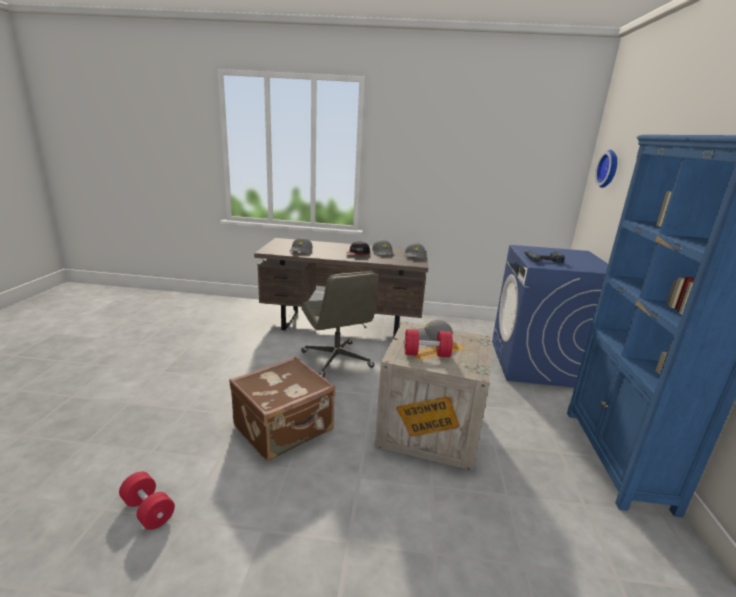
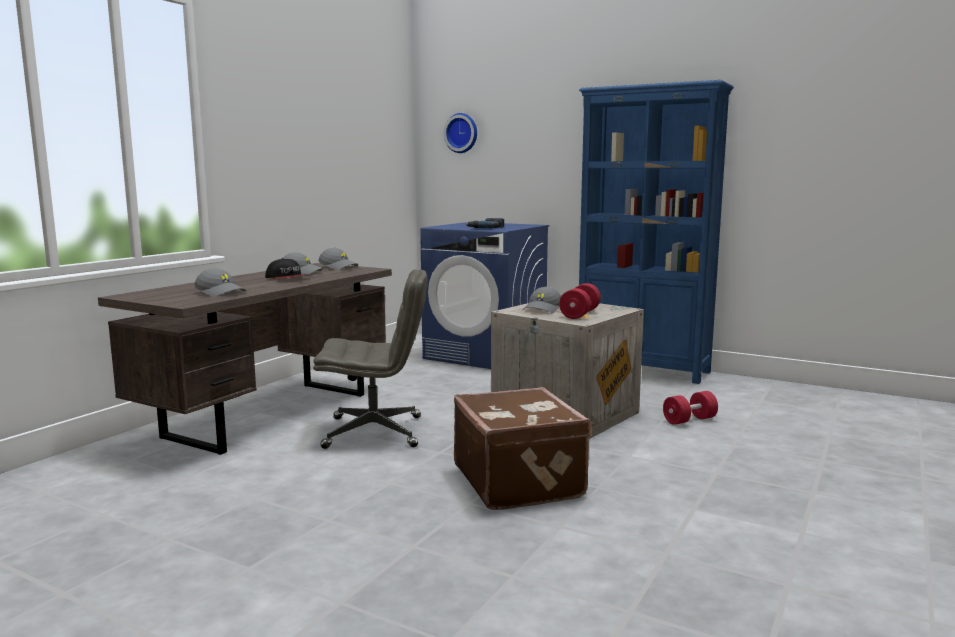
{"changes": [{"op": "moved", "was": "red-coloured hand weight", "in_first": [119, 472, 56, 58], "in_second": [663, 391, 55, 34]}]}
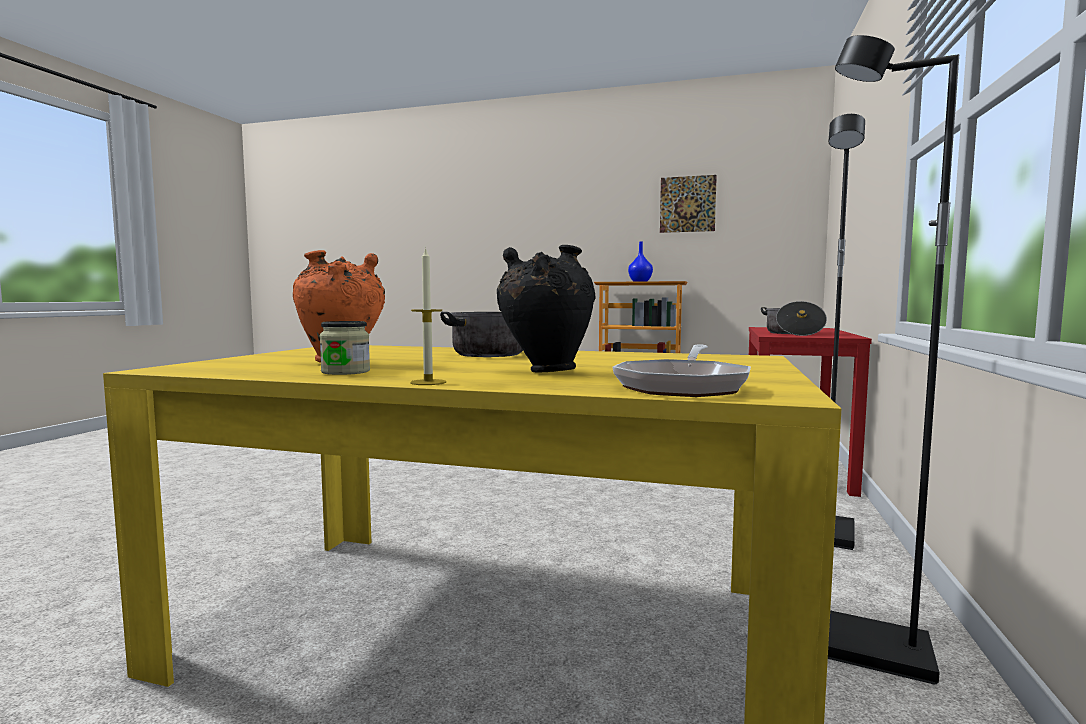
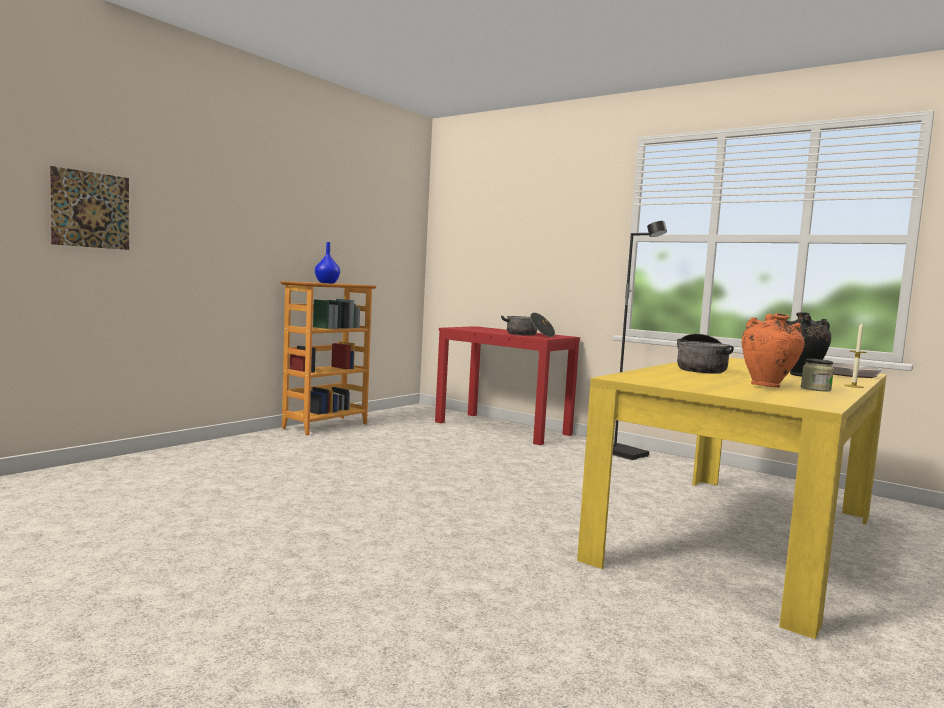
{"changes": [{"op": "removed", "was": "blackish standing lamp", "in_first": [828, 35, 131, 650]}, {"op": "moved", "was": "picture", "in_first": [660, 175, 57, 58], "in_second": [50, 166, 79, 84]}]}
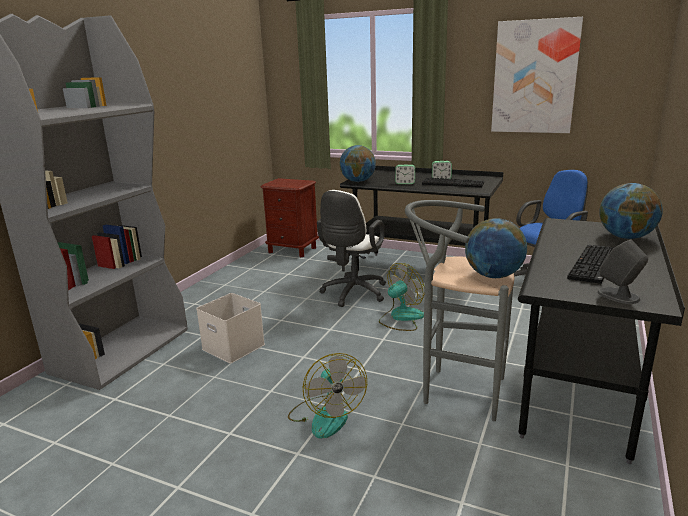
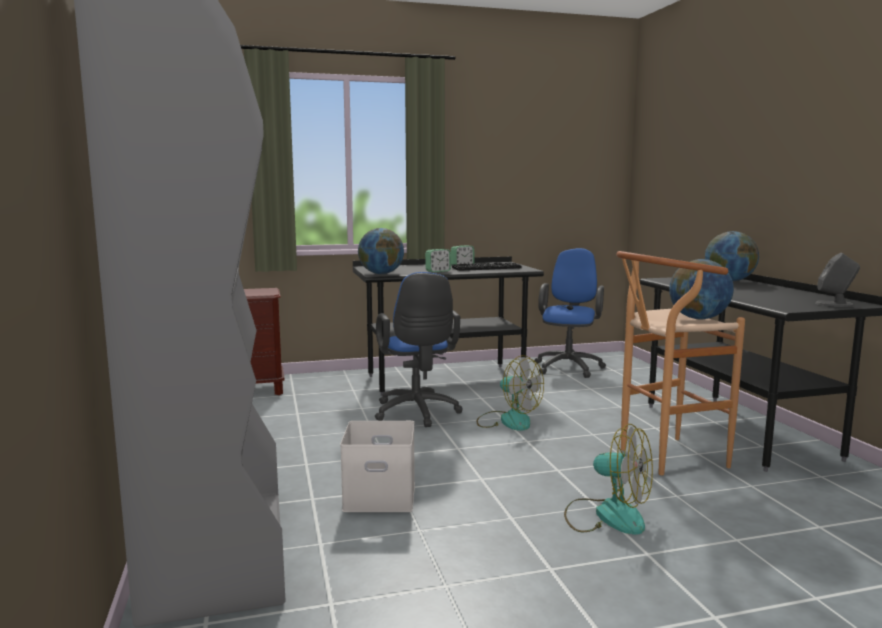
{"changes": [{"op": "removed", "was": "picture", "in_first": [491, 17, 92, 116]}, {"op": "recoloured", "was": "white-coloured office chair", "now": "bluish office chair", "in_first": [317, 190, 69, 117], "in_second": [375, 272, 88, 155]}, {"op": "recoloured", "was": "greyish stool seat", "now": "brown stool seat", "in_first": [405, 200, 109, 221], "in_second": [616, 251, 129, 224]}, {"op": "removed", "was": "computer keyboard", "in_first": [567, 245, 48, 39]}, {"op": "turned", "was": "electric fan", "in_first": [379, 263, 46, 68], "in_second": [477, 355, 67, 76], "clockwise": 120}]}
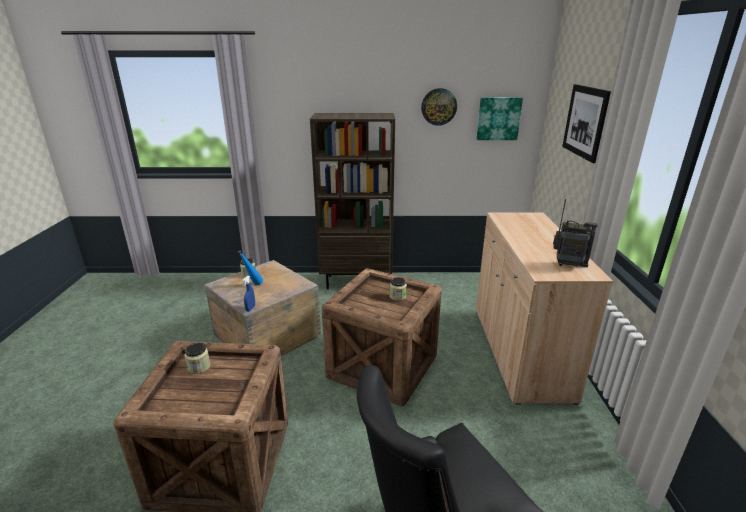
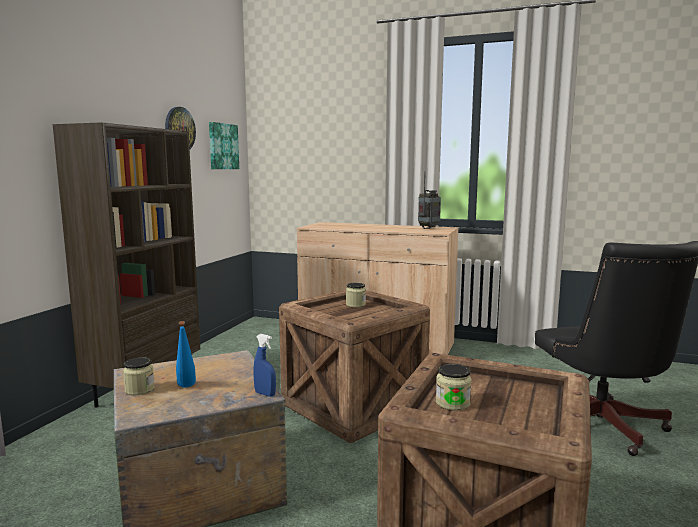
{"changes": [{"op": "removed", "was": "picture", "in_first": [562, 84, 49, 79]}]}
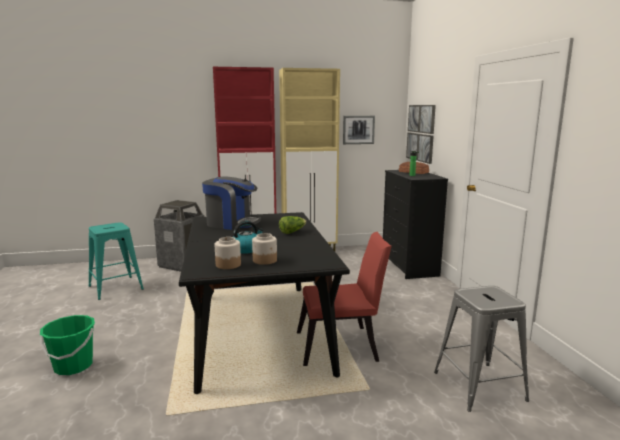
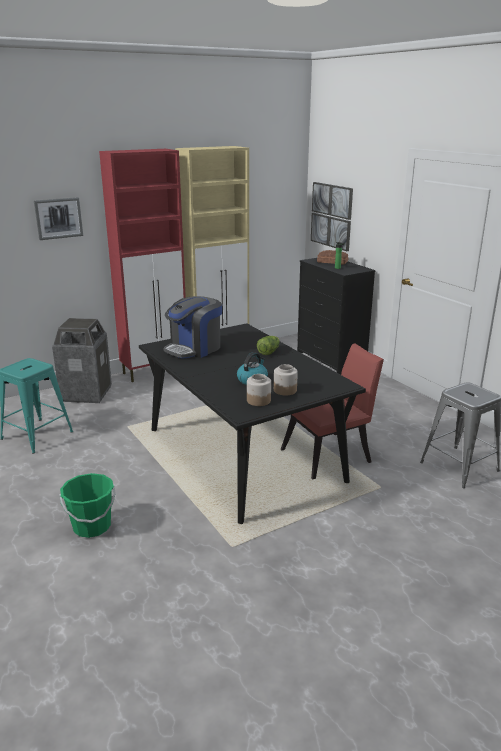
{"changes": [{"op": "moved", "was": "picture", "in_first": [343, 116, 32, 28], "in_second": [34, 197, 49, 43]}, {"op": "turned", "was": "coffee brewer", "in_first": [202, 176, 59, 54], "in_second": [163, 296, 59, 63], "clockwise": 135}]}
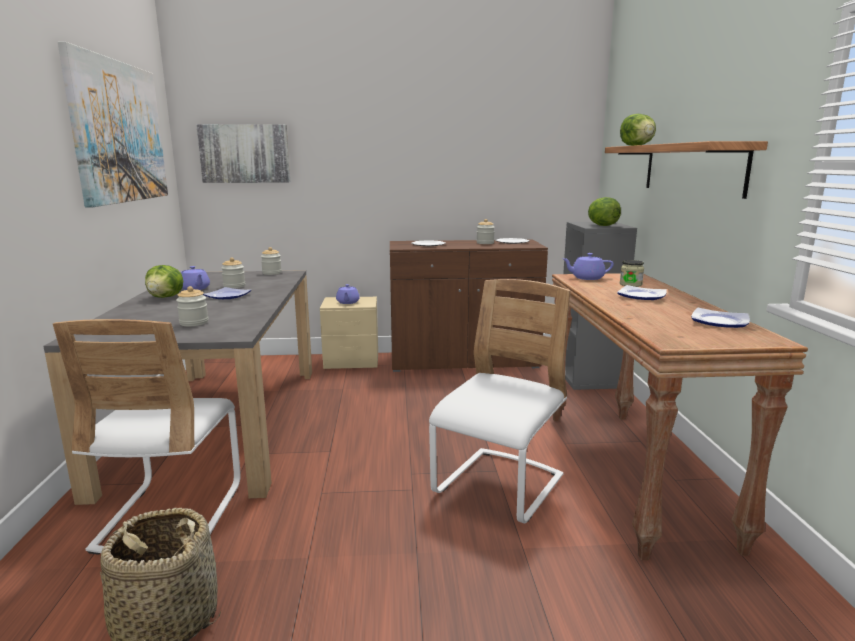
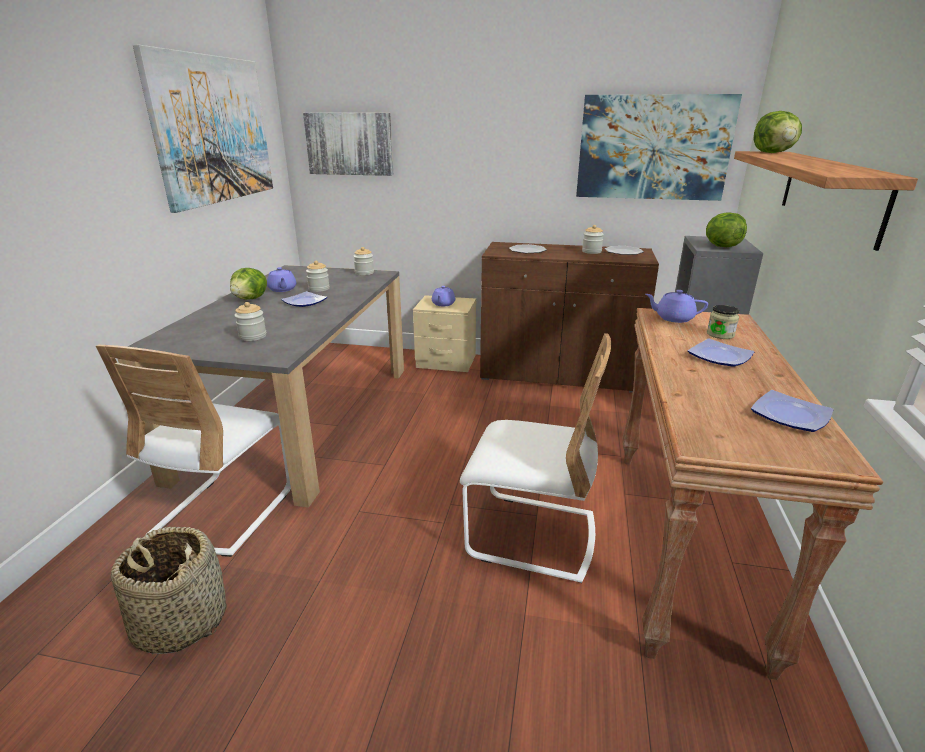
{"changes": [{"op": "turned", "was": "white-coloured chair", "in_first": [429, 279, 141, 245], "in_second": [460, 333, 151, 250], "clockwise": 60}, {"op": "added", "now": "picture", "in_second": [576, 94, 166, 107]}]}
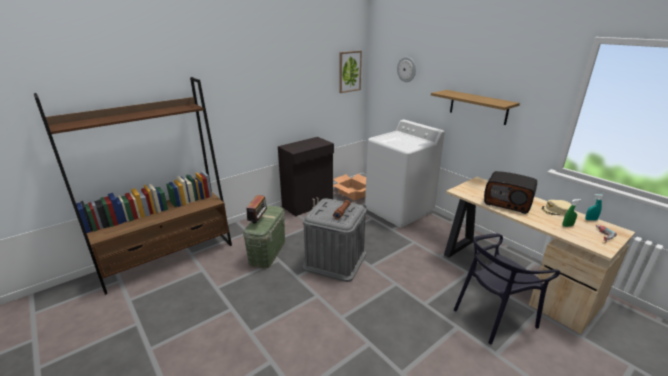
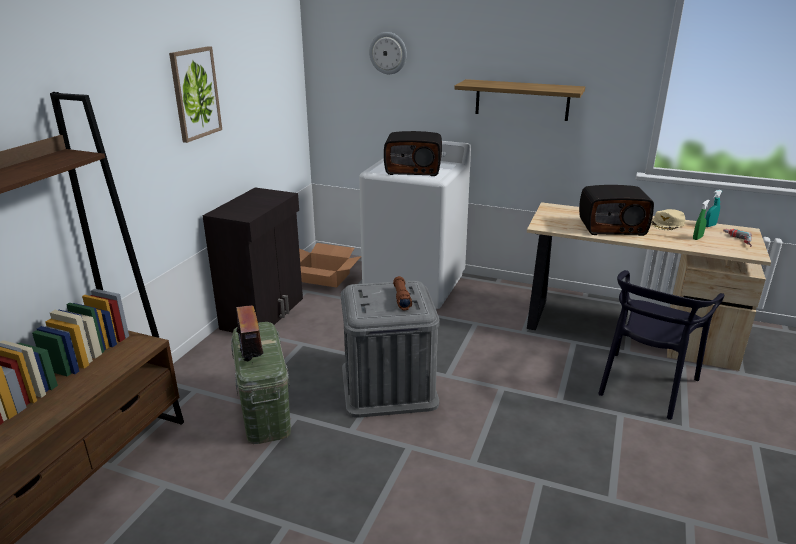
{"changes": [{"op": "moved", "was": "picture", "in_first": [339, 51, 23, 42], "in_second": [169, 46, 53, 97]}, {"op": "added", "now": "radio receiver", "in_second": [384, 131, 58, 45]}]}
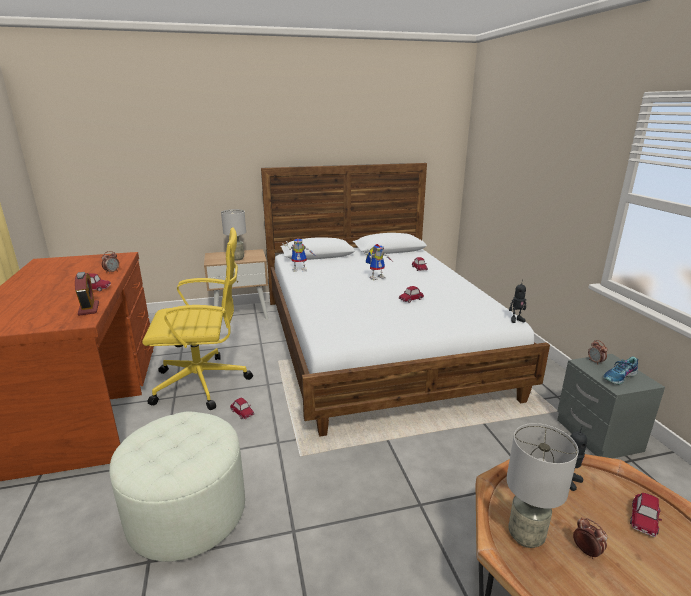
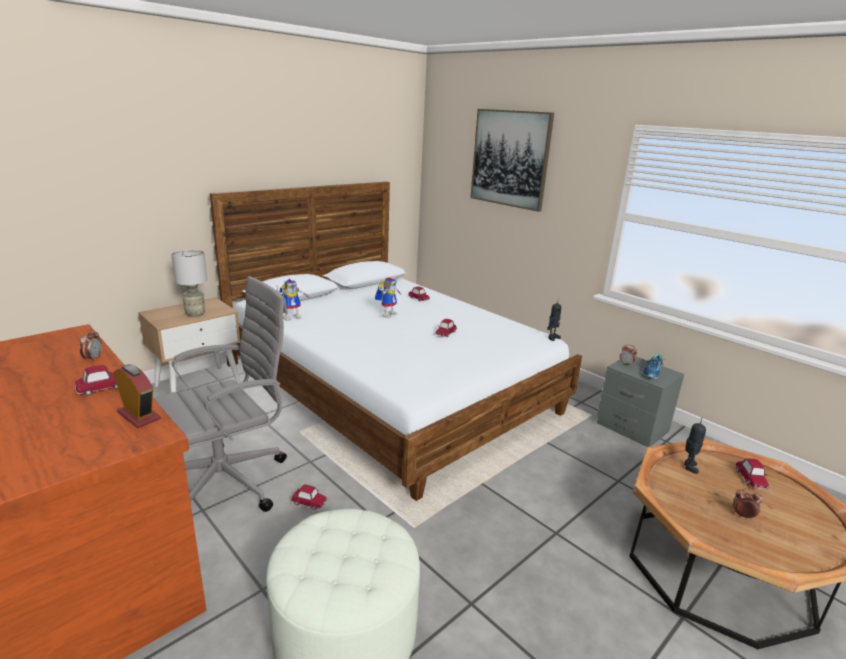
{"changes": [{"op": "recoloured", "was": "yellow office chair", "now": "greyish office chair", "in_first": [142, 228, 111, 182], "in_second": [154, 276, 134, 236]}, {"op": "removed", "was": "greyish tabletop lamp", "in_first": [506, 423, 73, 125]}, {"op": "added", "now": "picture", "in_second": [470, 109, 84, 103]}]}
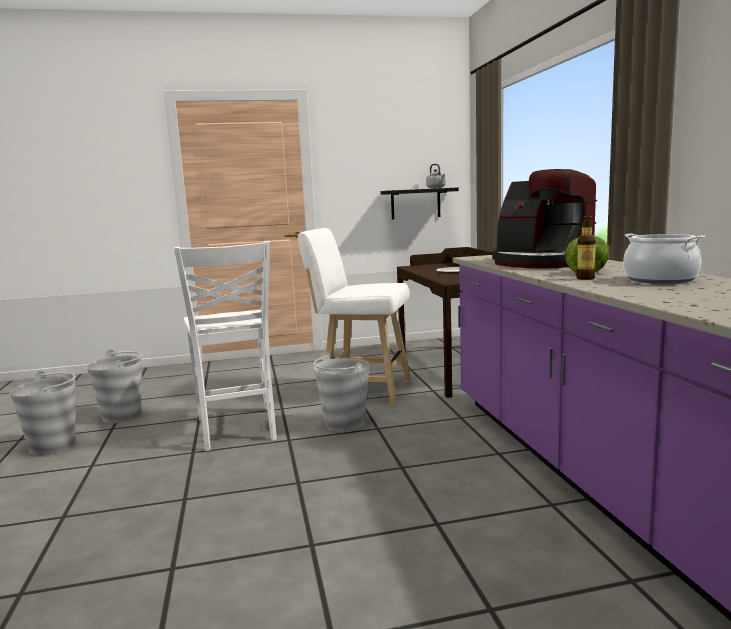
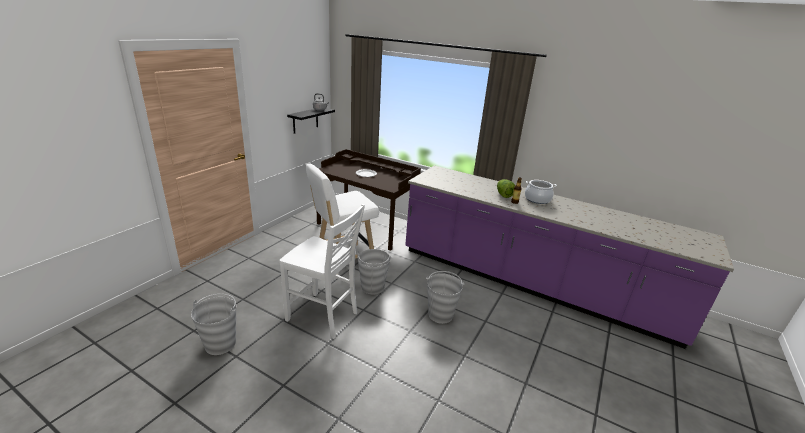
{"changes": [{"op": "removed", "was": "coffee brewer", "in_first": [492, 169, 105, 100]}, {"op": "moved", "was": "greyish pail", "in_first": [10, 371, 66, 85], "in_second": [426, 271, 39, 53]}]}
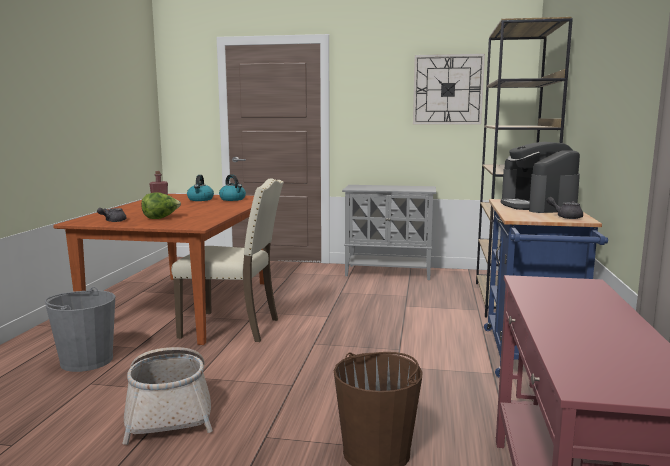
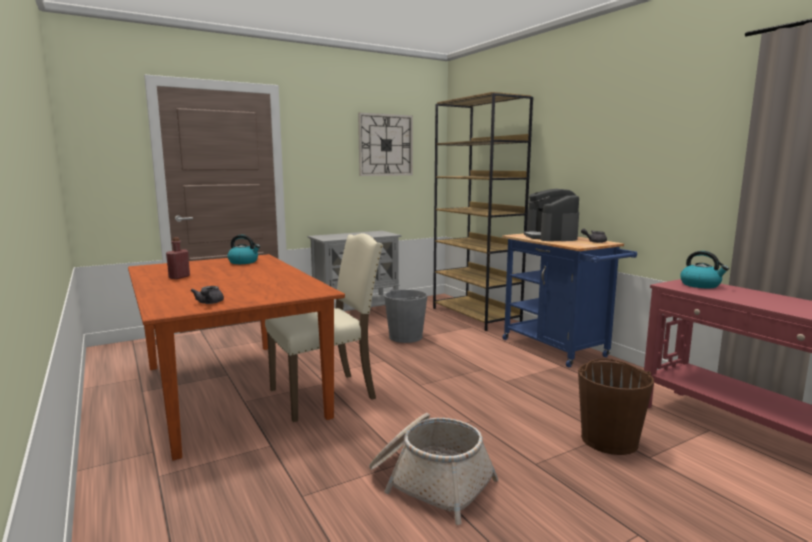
{"changes": [{"op": "turned", "was": "coffee brewer", "in_first": [501, 142, 79, 71], "in_second": [524, 189, 55, 52], "clockwise": 45}, {"op": "moved", "was": "water kettle", "in_first": [187, 175, 27, 26], "in_second": [680, 251, 49, 37]}, {"op": "removed", "was": "lettuce", "in_first": [141, 192, 40, 27]}, {"op": "moved", "was": "greyish pail", "in_first": [45, 287, 70, 85], "in_second": [384, 288, 44, 55]}]}
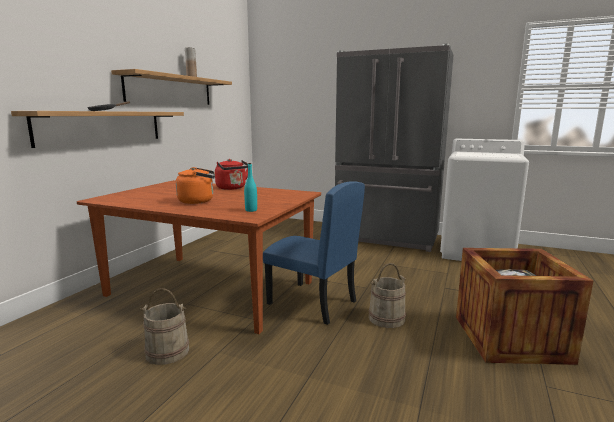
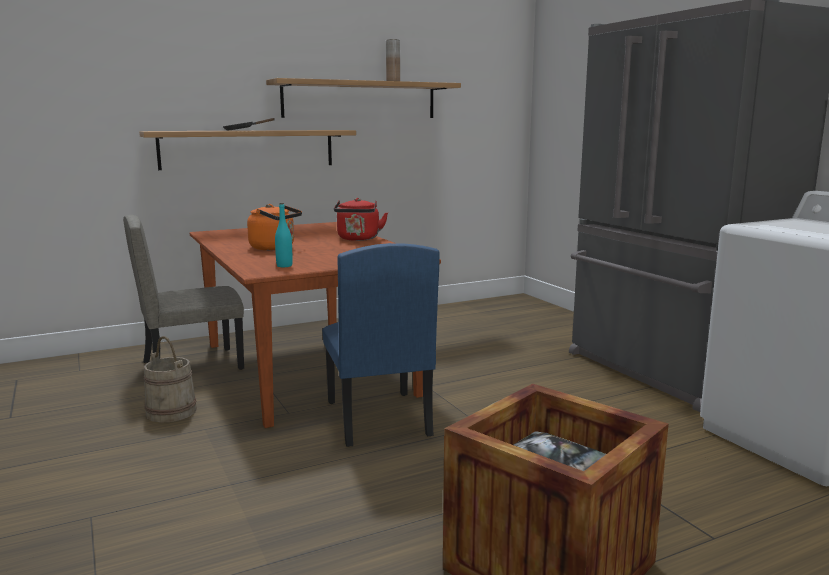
{"changes": [{"op": "removed", "was": "beige pail", "in_first": [369, 263, 37, 65]}, {"op": "added", "now": "beige chair", "in_second": [123, 215, 121, 155]}]}
